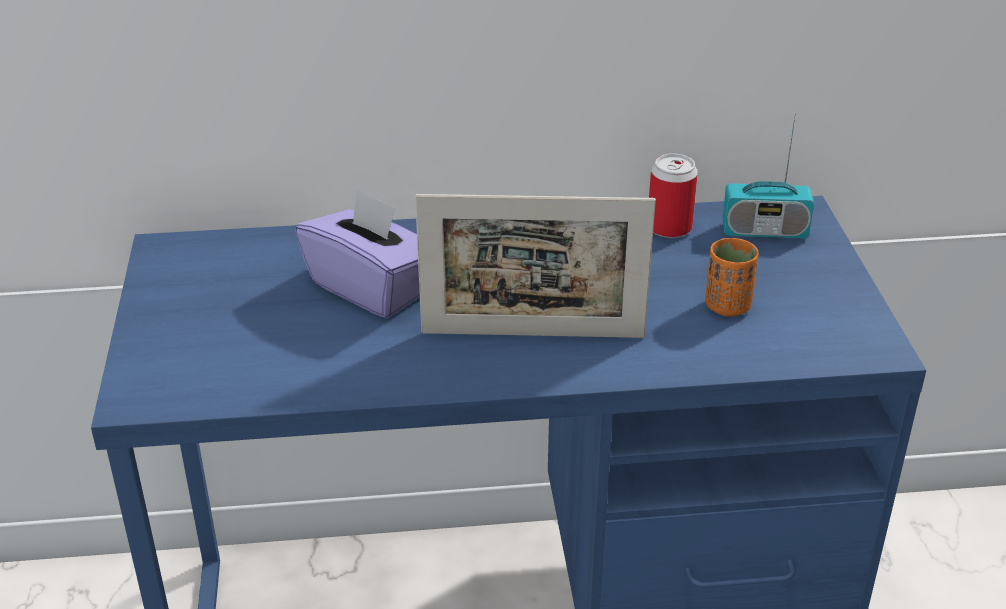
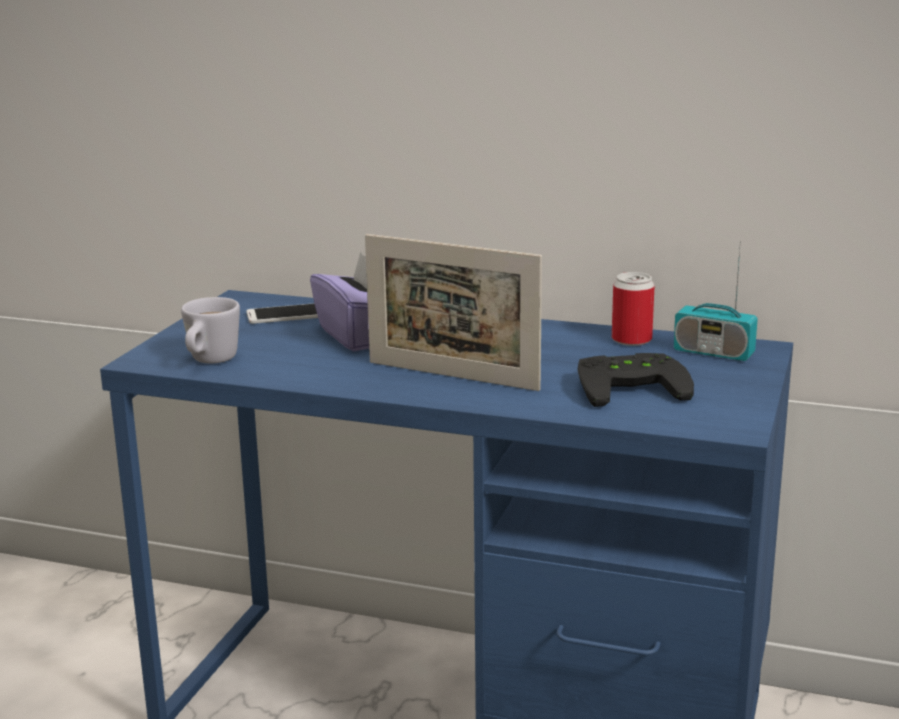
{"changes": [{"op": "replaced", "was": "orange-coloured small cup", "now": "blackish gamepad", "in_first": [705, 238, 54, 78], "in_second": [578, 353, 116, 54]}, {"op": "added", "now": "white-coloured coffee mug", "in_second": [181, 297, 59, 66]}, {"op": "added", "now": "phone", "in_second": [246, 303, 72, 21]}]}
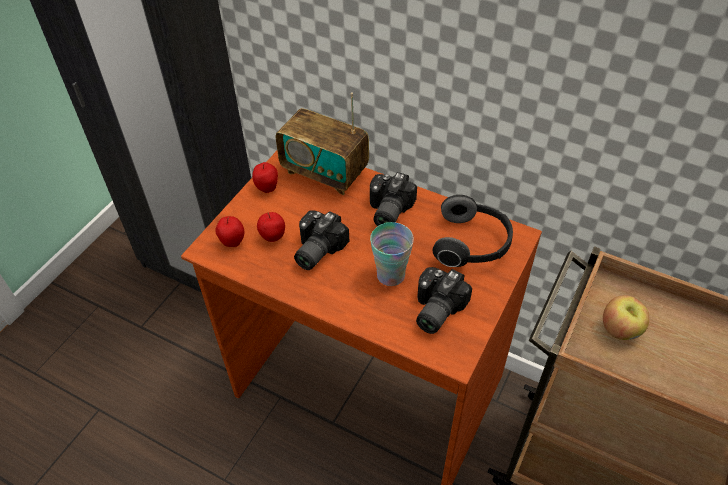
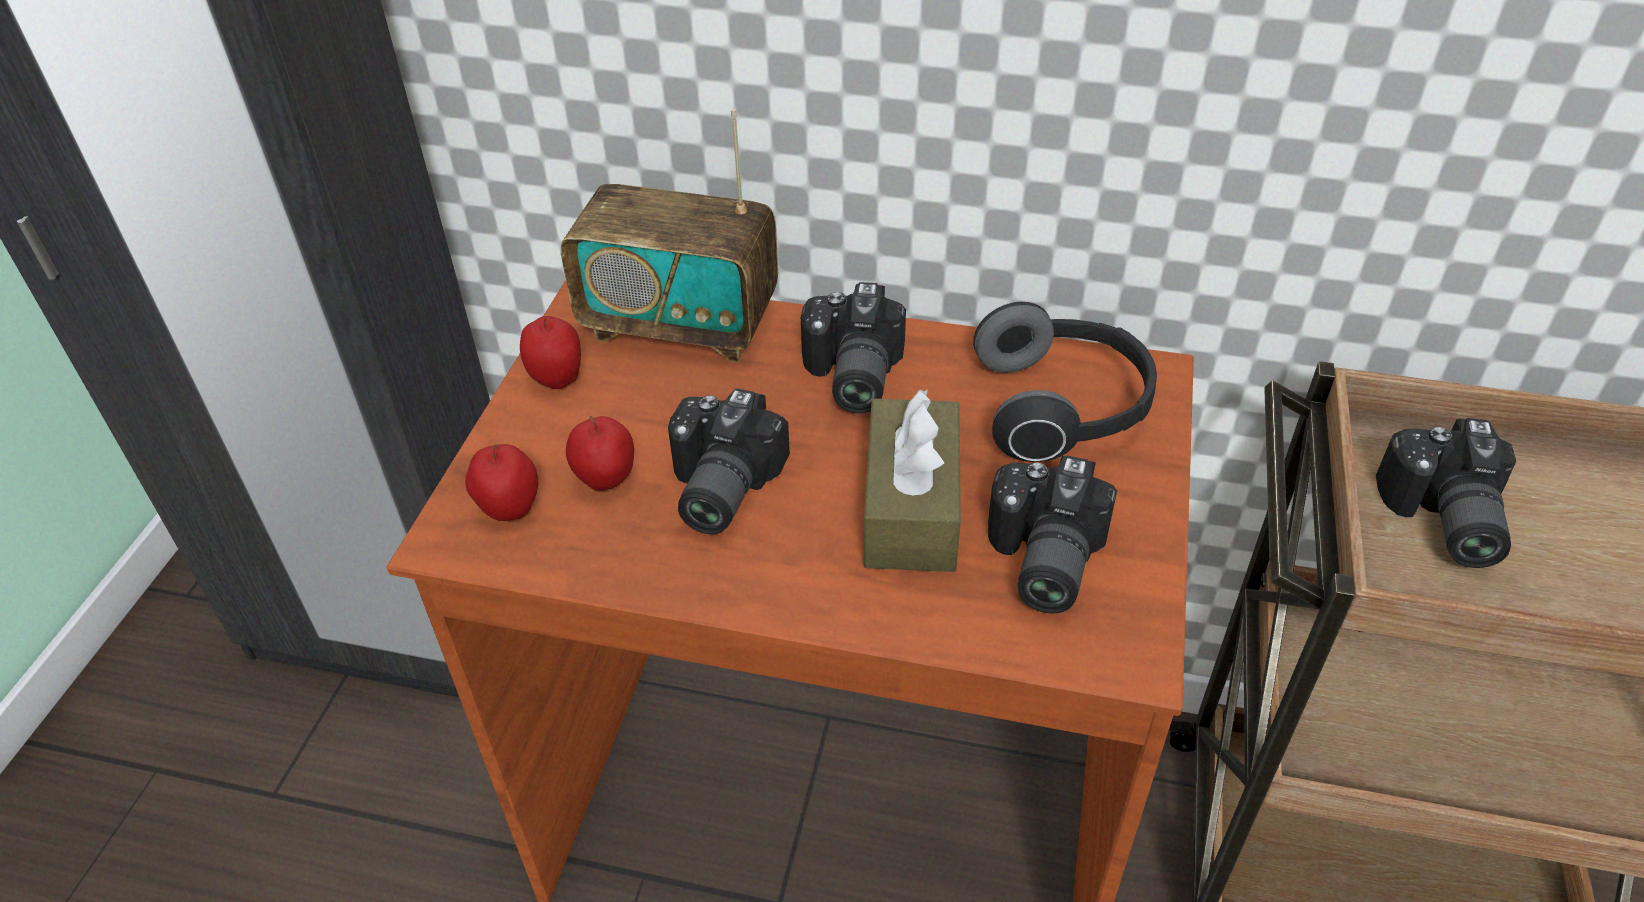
{"changes": [{"op": "replaced", "was": "small cup", "now": "brown box of tissues", "in_first": [370, 222, 44, 64], "in_second": [864, 390, 97, 182]}, {"op": "replaced", "was": "whole apple", "now": "still camera", "in_first": [603, 295, 46, 45], "in_second": [1376, 418, 140, 150]}]}
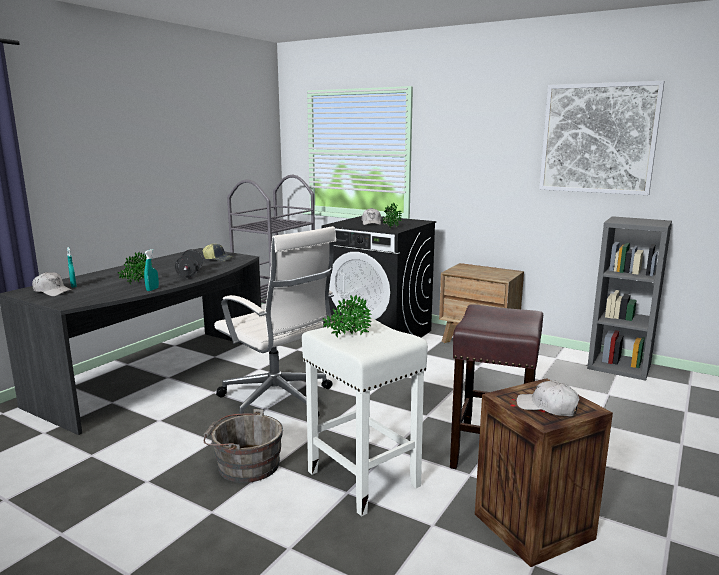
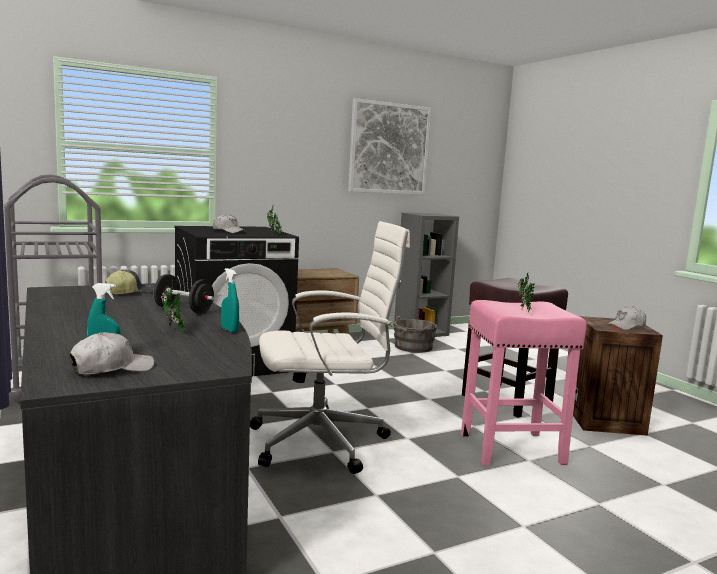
{"changes": [{"op": "recoloured", "was": "white-coloured stool seat", "now": "pinkish stool seat", "in_first": [302, 318, 126, 198], "in_second": [461, 300, 126, 166]}, {"op": "moved", "was": "greyish pail", "in_first": [203, 409, 80, 74], "in_second": [391, 316, 46, 37]}]}
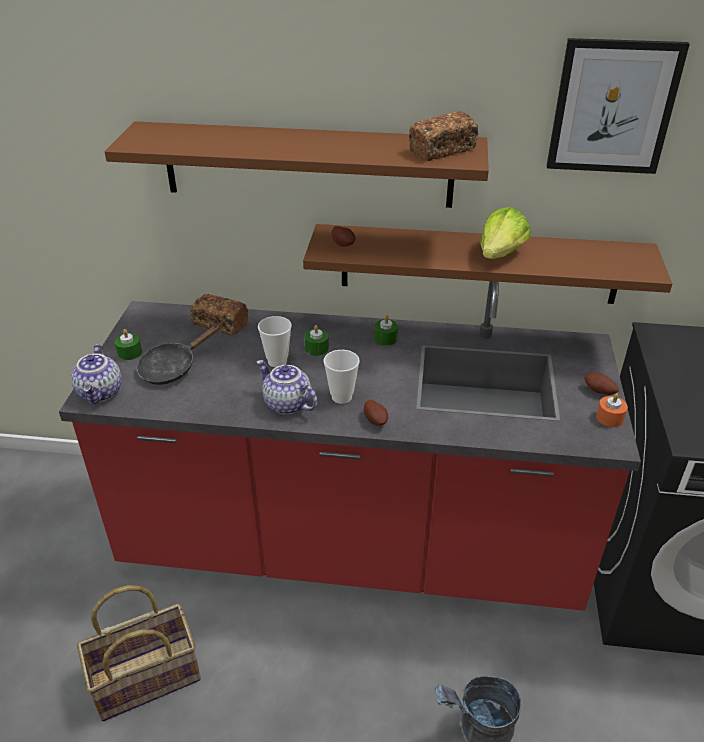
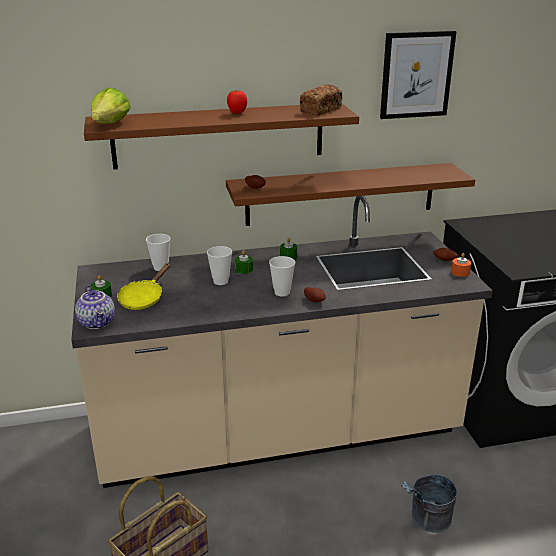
{"changes": [{"op": "moved", "was": "lettuce", "in_first": [481, 207, 50, 52], "in_second": [91, 88, 40, 36]}, {"op": "recoloured", "was": "red-coloured counter", "now": "beige counter", "in_first": [59, 281, 582, 330], "in_second": [71, 196, 422, 292]}, {"op": "replaced", "was": "baked bread", "now": "small cup", "in_first": [190, 294, 58, 41], "in_second": [146, 234, 25, 37]}, {"op": "recoloured", "was": "blackish frying pan", "now": "yellow frying pan", "in_first": [136, 324, 85, 61], "in_second": [117, 263, 53, 47]}, {"op": "removed", "was": "pot for tea", "in_first": [257, 360, 61, 55]}, {"op": "added", "now": "tomato", "in_second": [227, 90, 20, 24]}]}
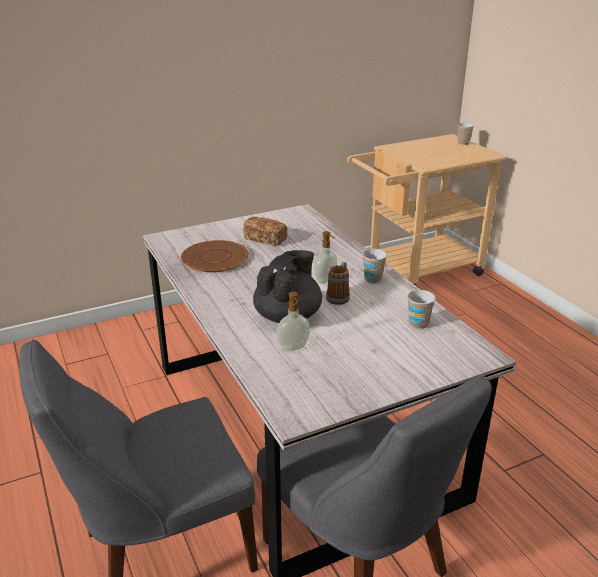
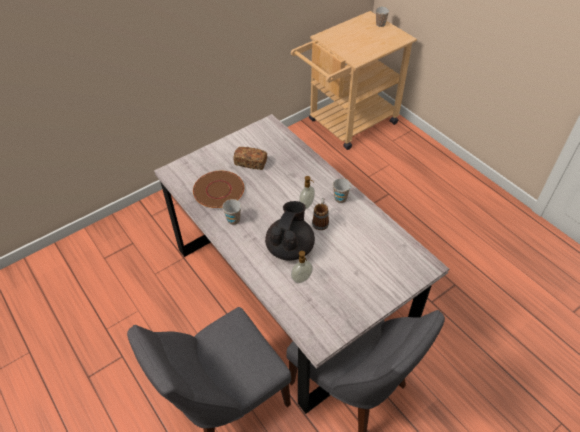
{"changes": [{"op": "moved", "was": "small cup", "in_first": [407, 290, 29, 39], "in_second": [222, 199, 19, 26]}]}
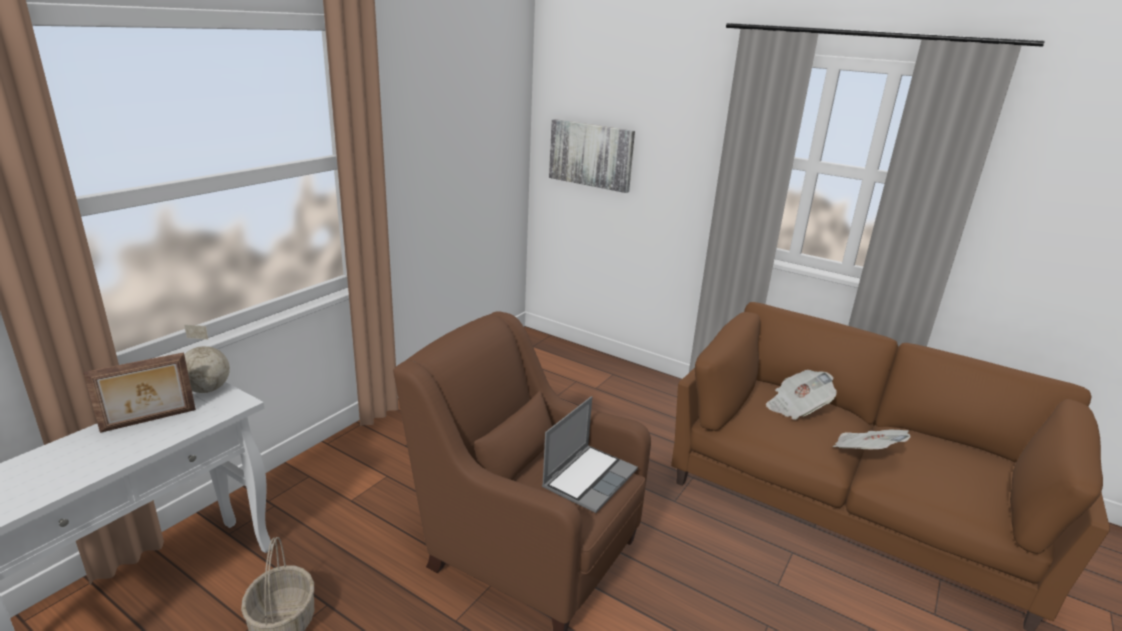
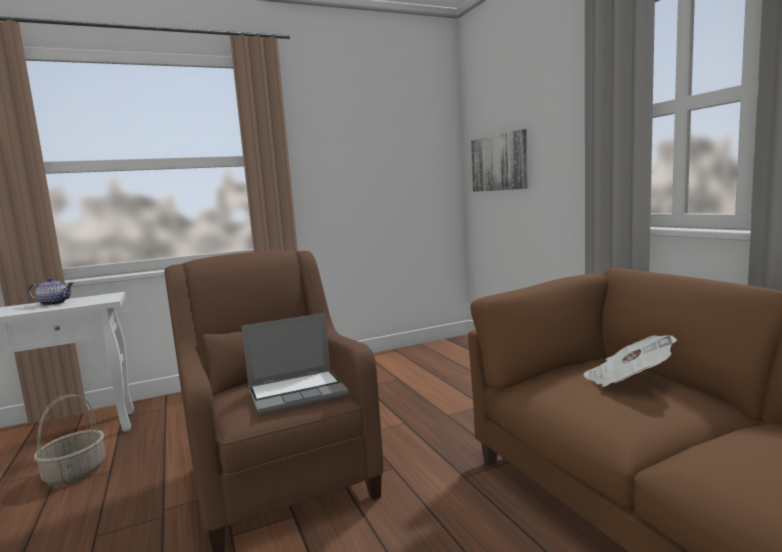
{"changes": [{"op": "removed", "was": "world globe", "in_first": [184, 325, 46, 68]}, {"op": "replaced", "was": "picture frame", "now": "pot for tea", "in_first": [83, 352, 113, 81], "in_second": [28, 278, 45, 28]}, {"op": "removed", "was": "printed paper", "in_first": [833, 429, 78, 21]}]}
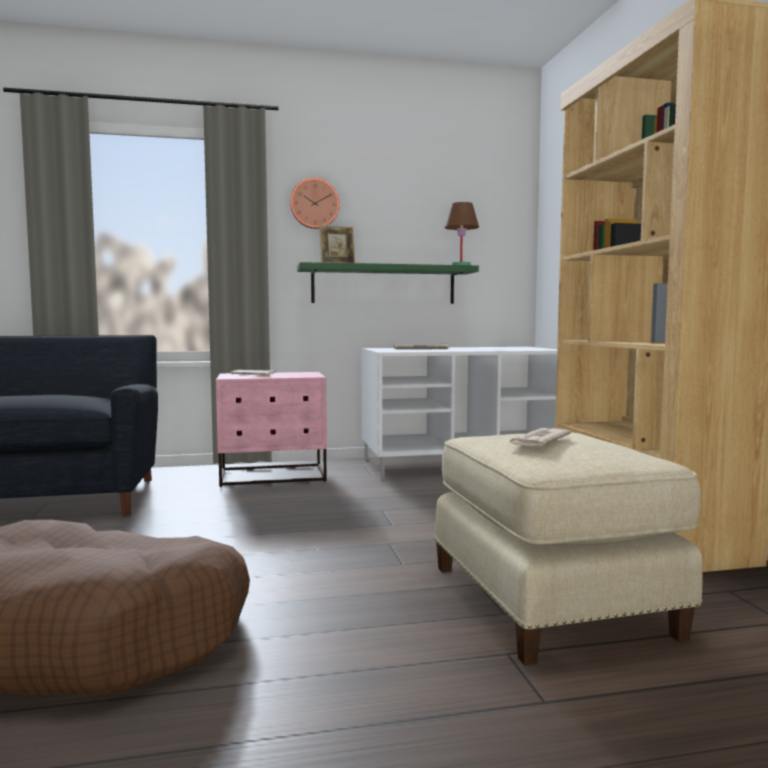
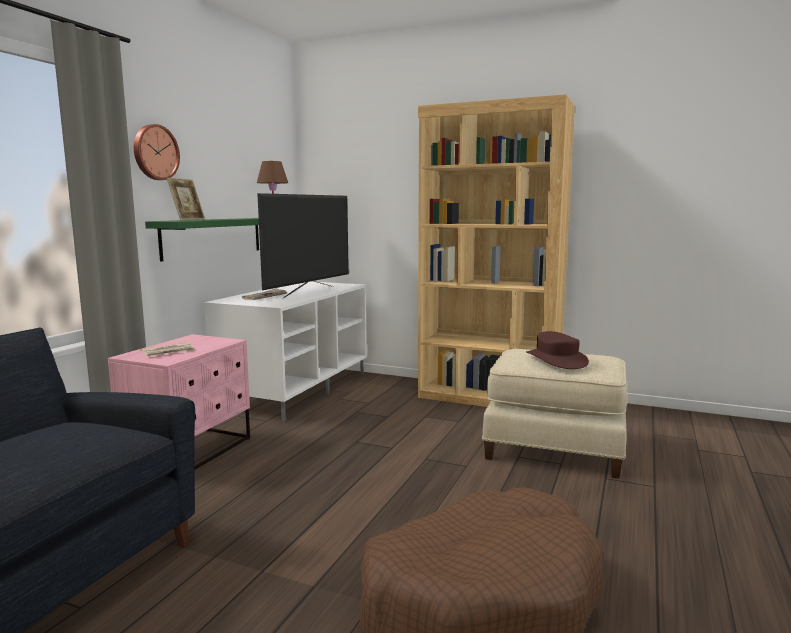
{"changes": [{"op": "replaced", "was": "printed paper", "now": "brown wearable hat", "in_first": [508, 428, 63, 19], "in_second": [526, 331, 63, 38]}, {"op": "added", "now": "TV", "in_second": [257, 193, 92, 106]}]}
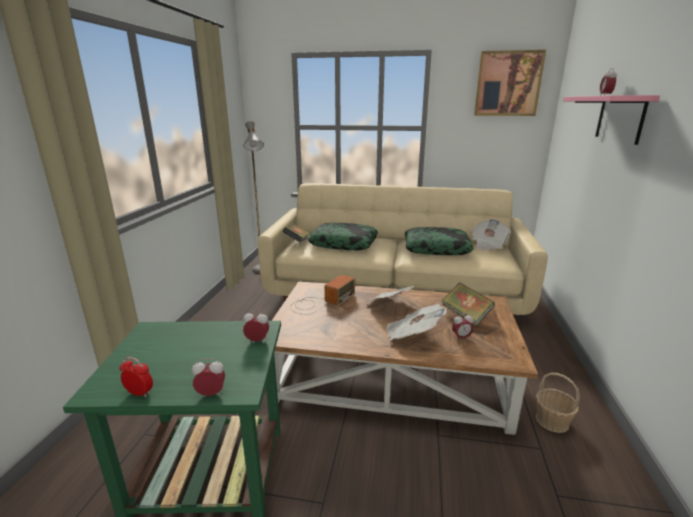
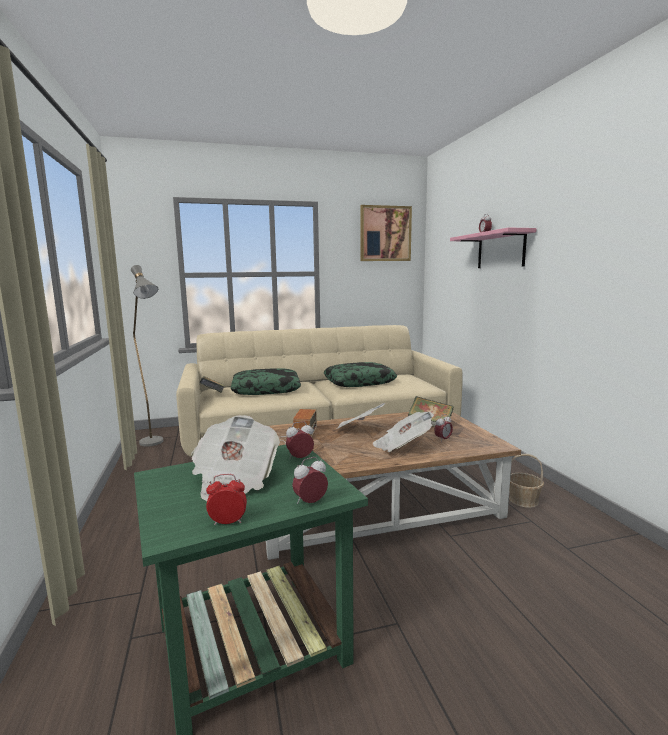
{"changes": [{"op": "moved", "was": "printed paper", "in_first": [471, 219, 40, 31], "in_second": [191, 415, 89, 86]}]}
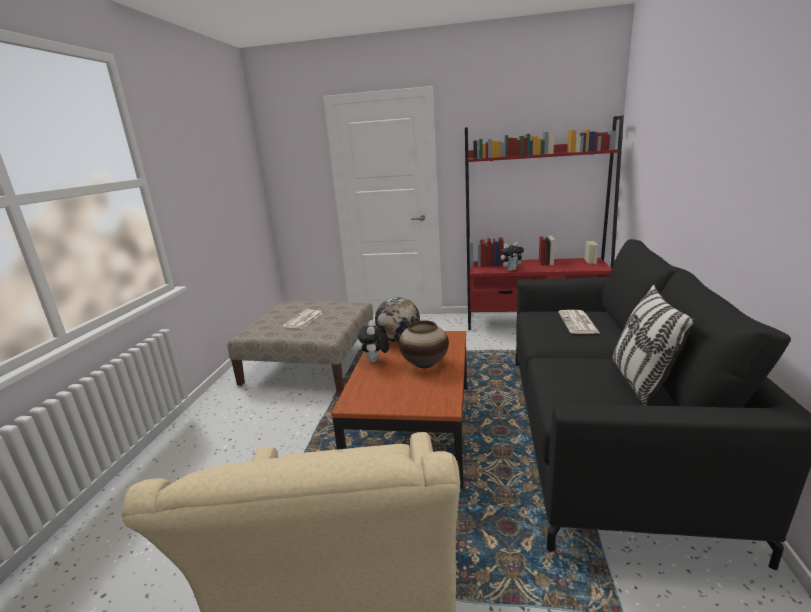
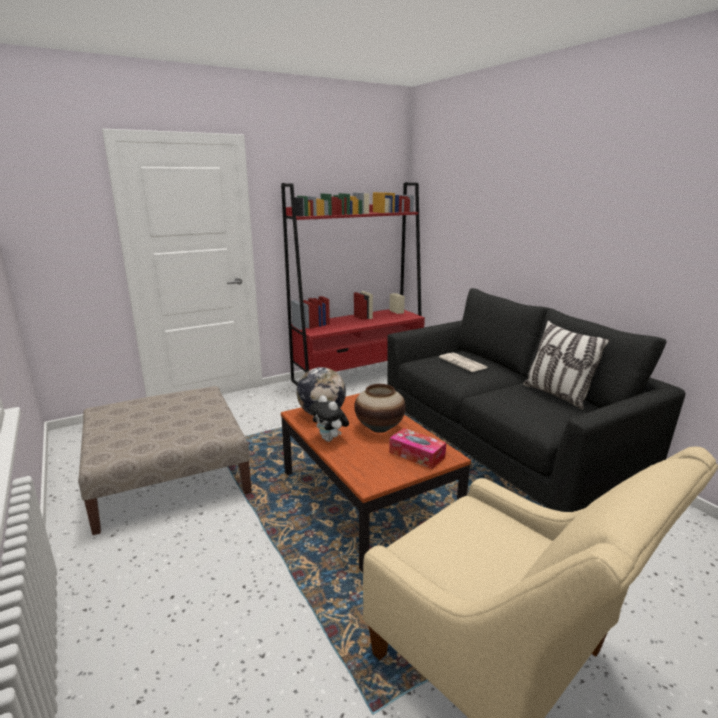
{"changes": [{"op": "removed", "was": "plush toy", "in_first": [501, 242, 24, 29]}, {"op": "removed", "was": "printed paper", "in_first": [282, 310, 41, 19]}, {"op": "added", "now": "box of tissues", "in_second": [389, 428, 57, 41]}]}
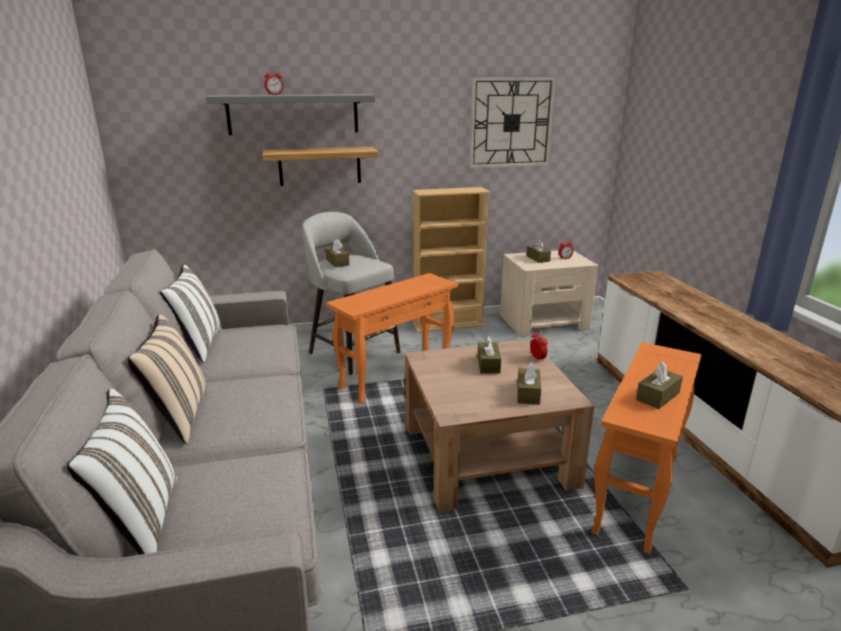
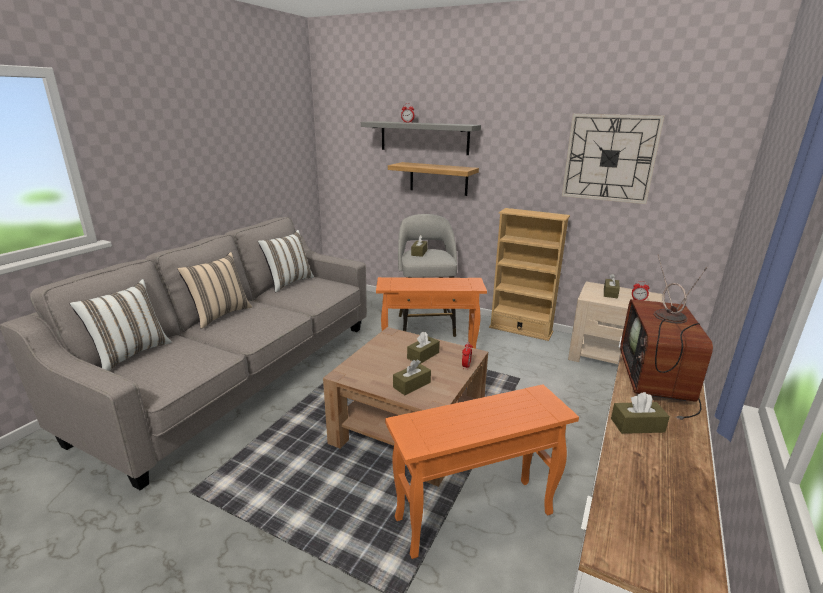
{"changes": [{"op": "moved", "was": "brown box of tissues", "in_first": [636, 361, 47, 48], "in_second": [611, 392, 59, 42]}, {"op": "added", "now": "TV", "in_second": [620, 254, 93, 166]}]}
